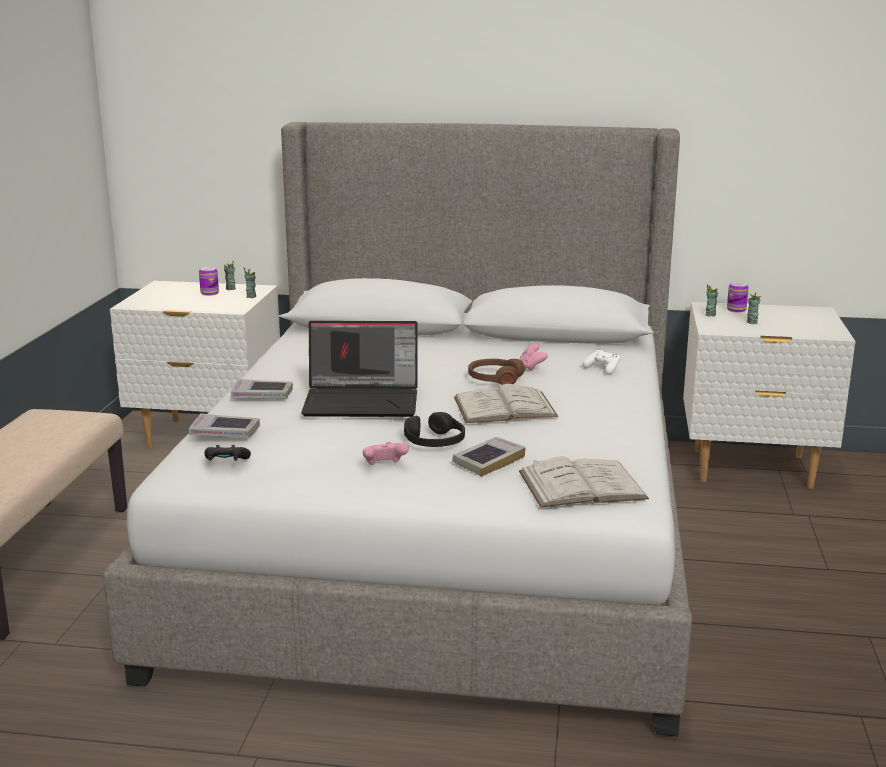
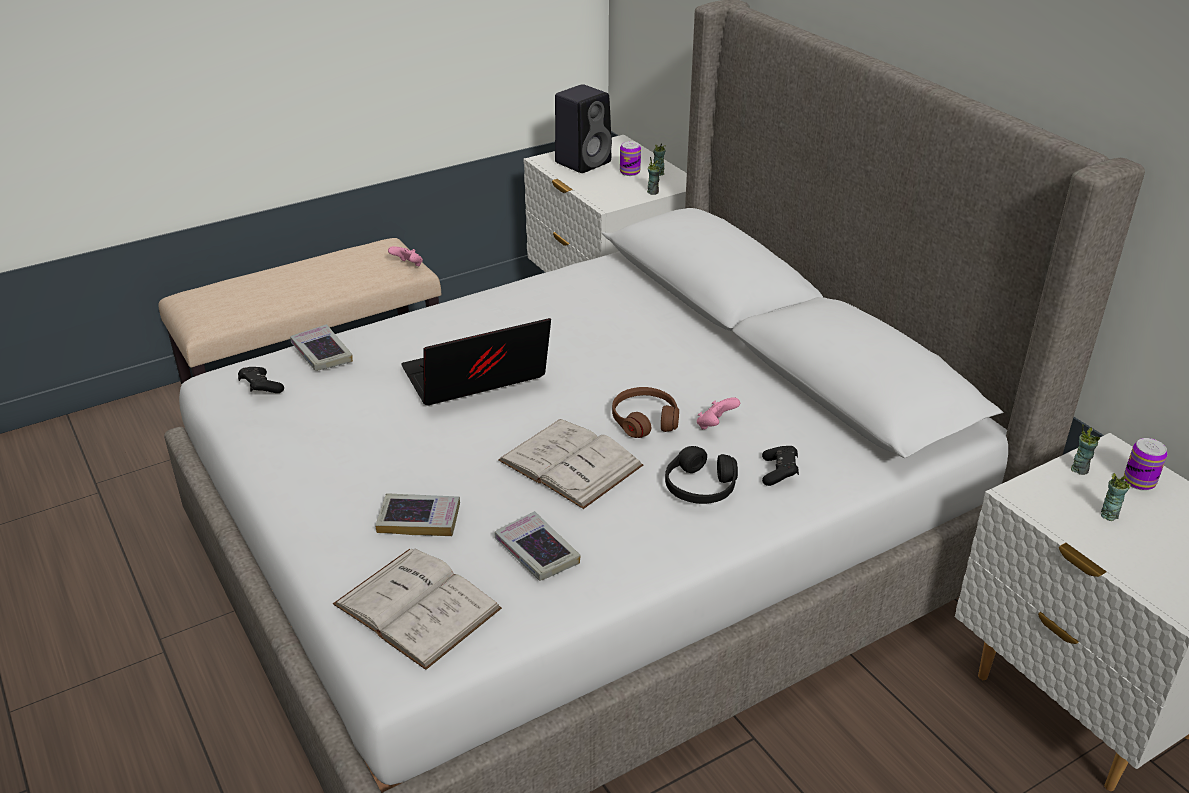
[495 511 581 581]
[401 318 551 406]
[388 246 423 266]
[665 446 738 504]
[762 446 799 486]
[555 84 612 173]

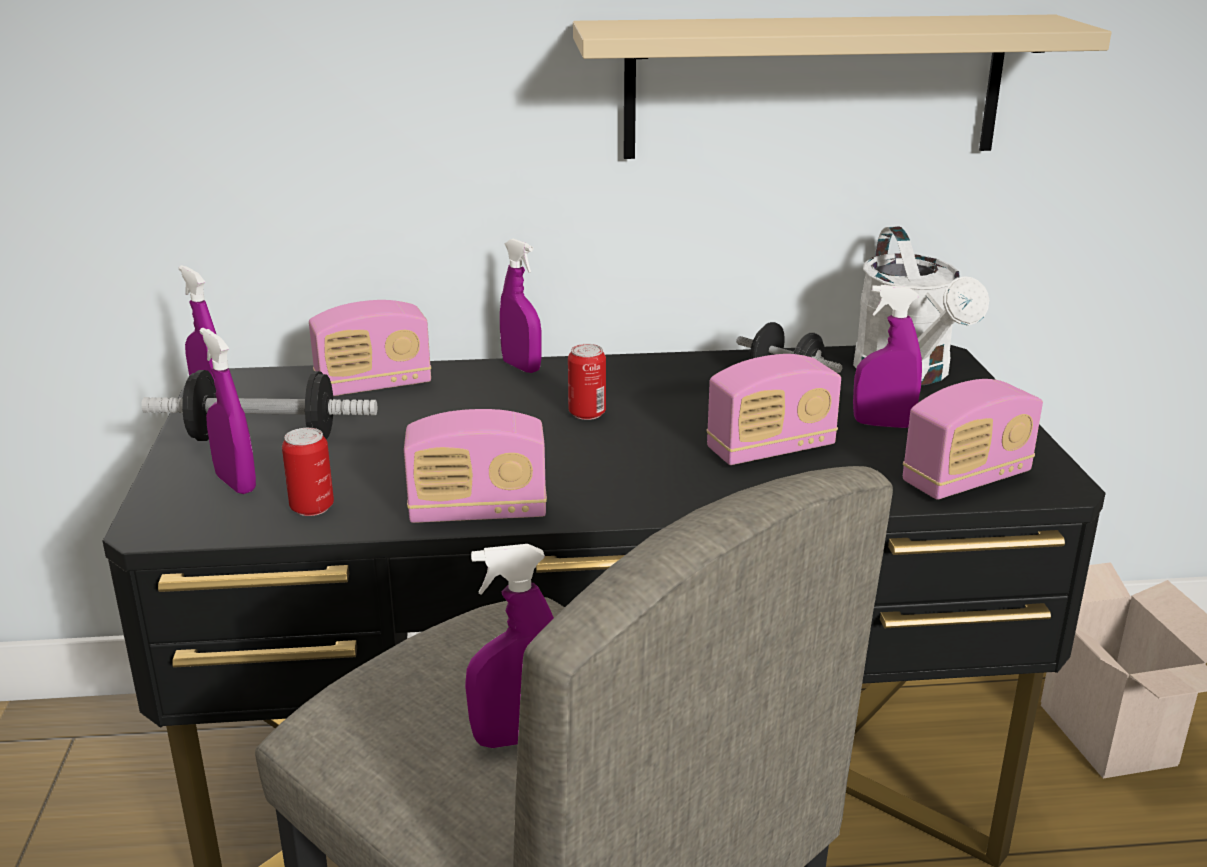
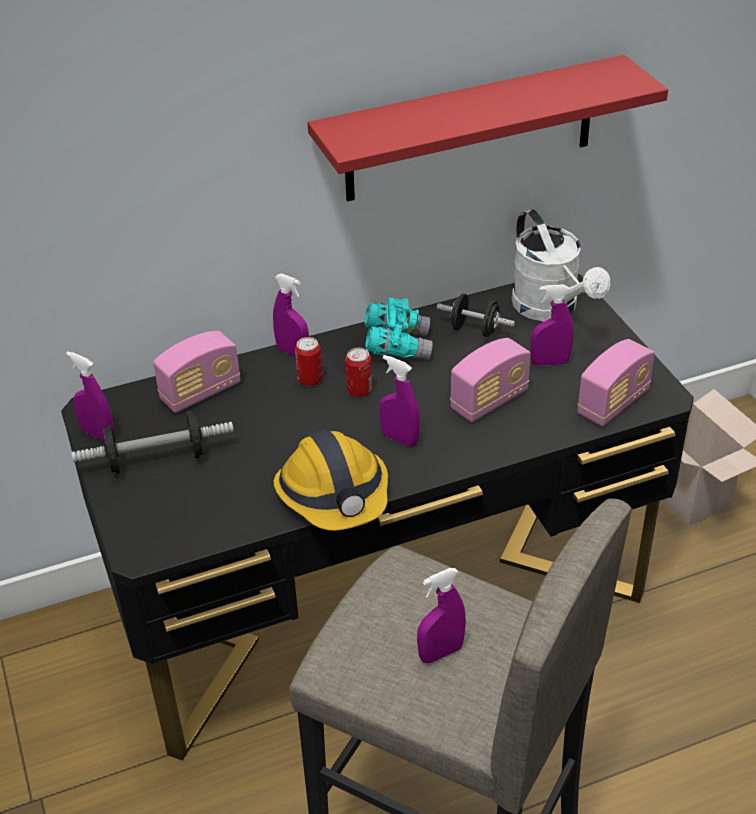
[380 355 420 447]
[295 337 323 386]
[274 430 388 531]
[308 55 668 201]
[364 298 433 360]

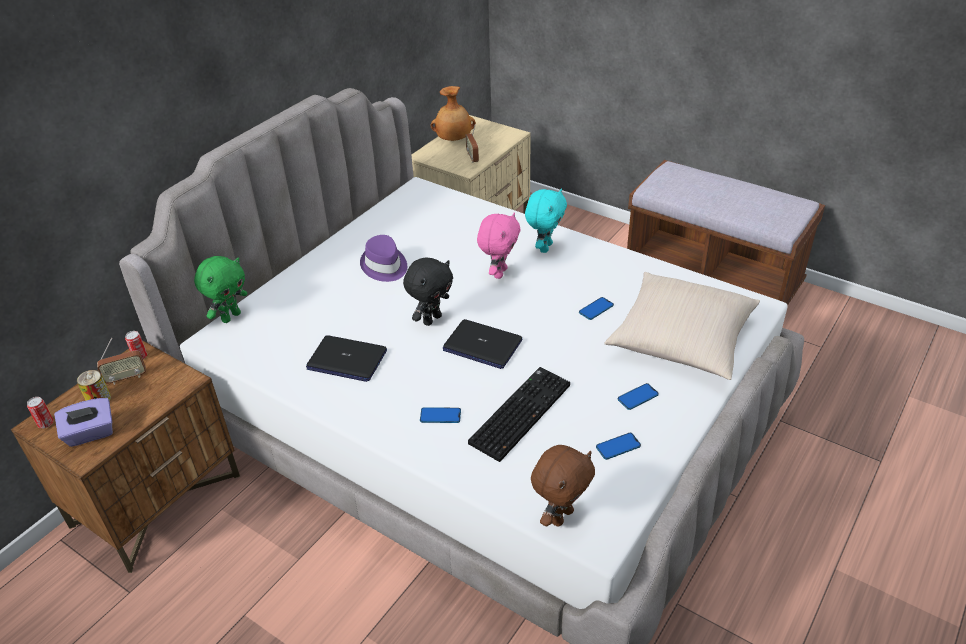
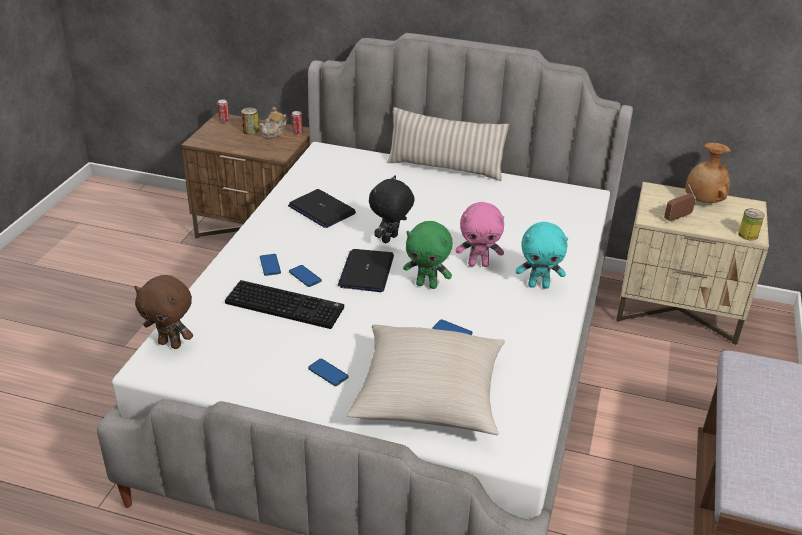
[54 398 113 447] (first image)
[259 107 287 139]
[403 221 453 289]
[288 189 356 228]
[360 235 407 282] (first image)
[369 175 415 243]
[289 265 322 287]
[387 107 509 181]
[738 209 765 240]

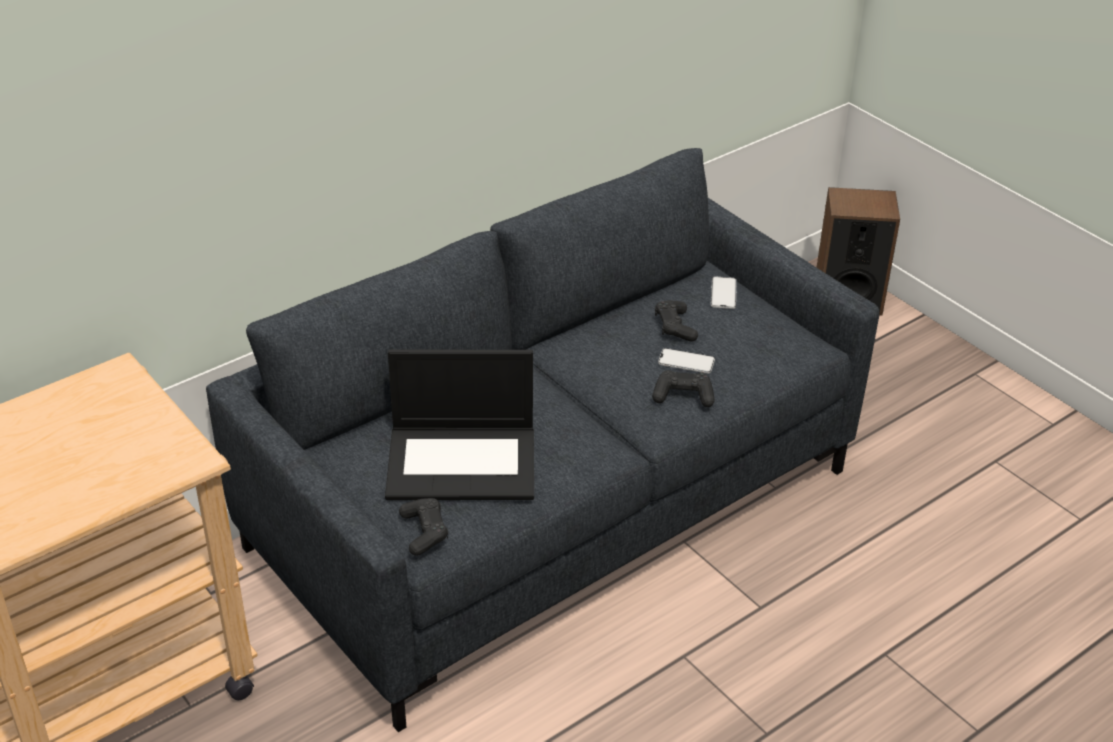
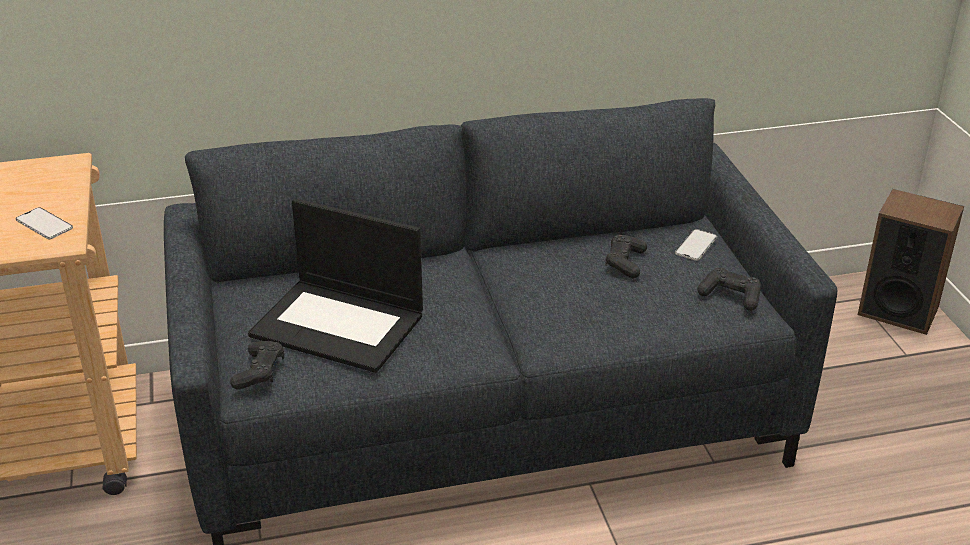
[697 268 761 311]
[16 207 73 239]

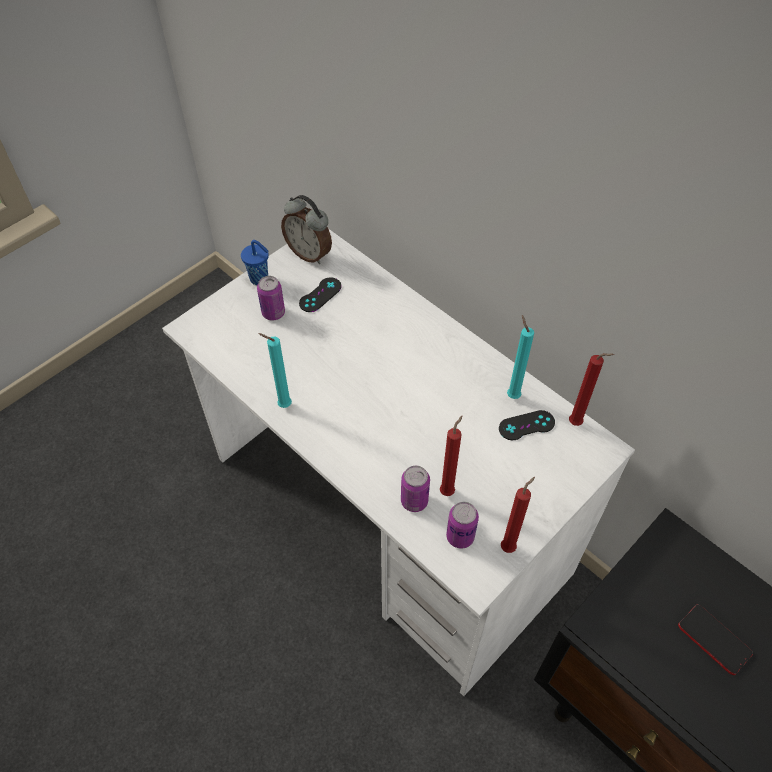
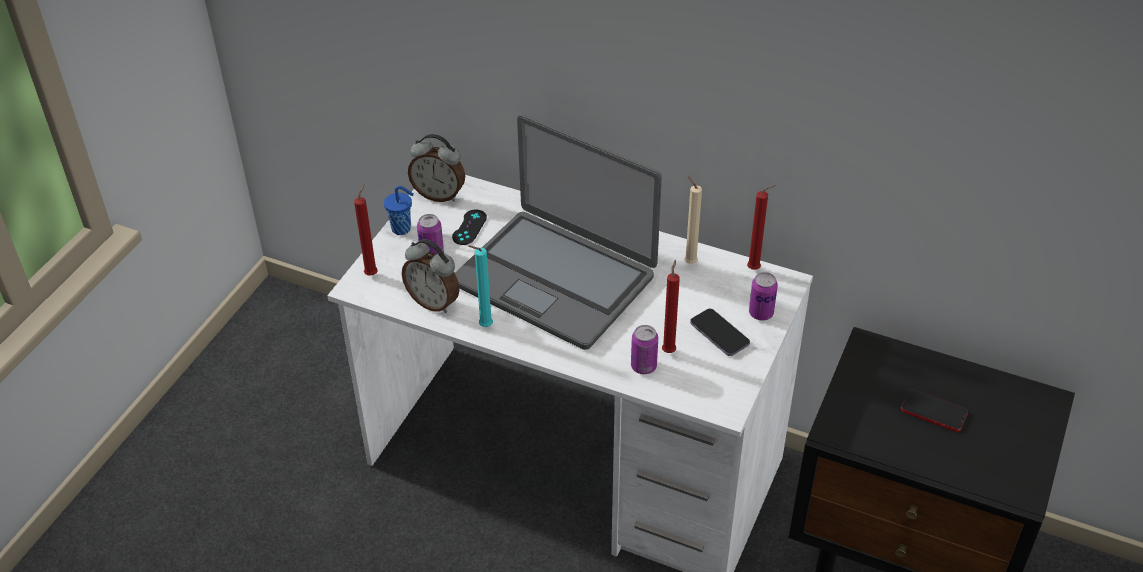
[749 272 778 320]
[499 410 555 440] (first image)
[354 185 378 276]
[684 175 702 264]
[402 239 460 313]
[455 115 662 350]
[690 309 750 356]

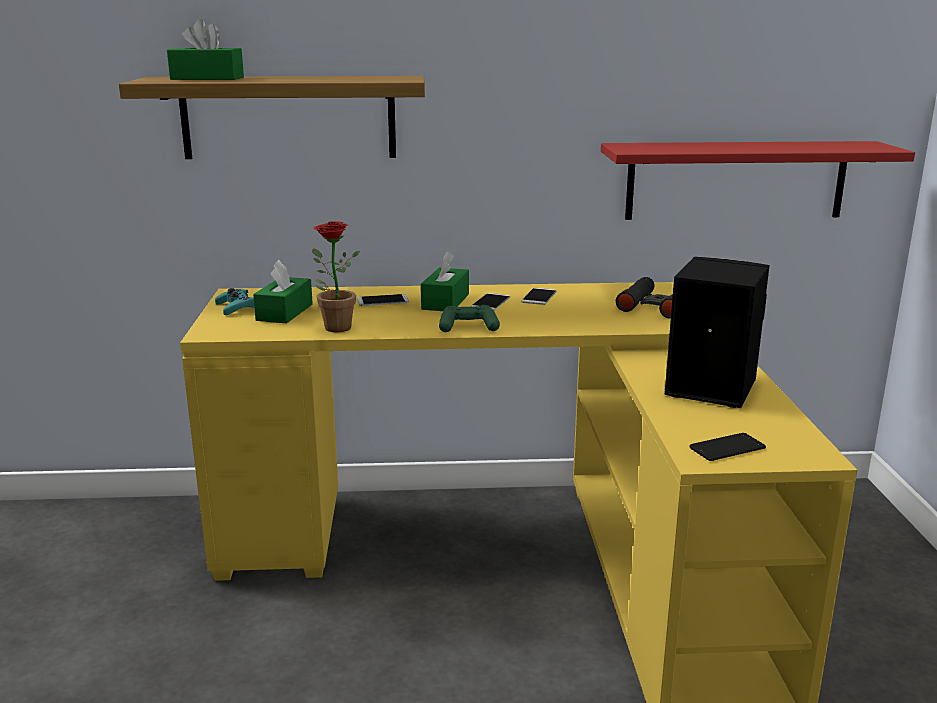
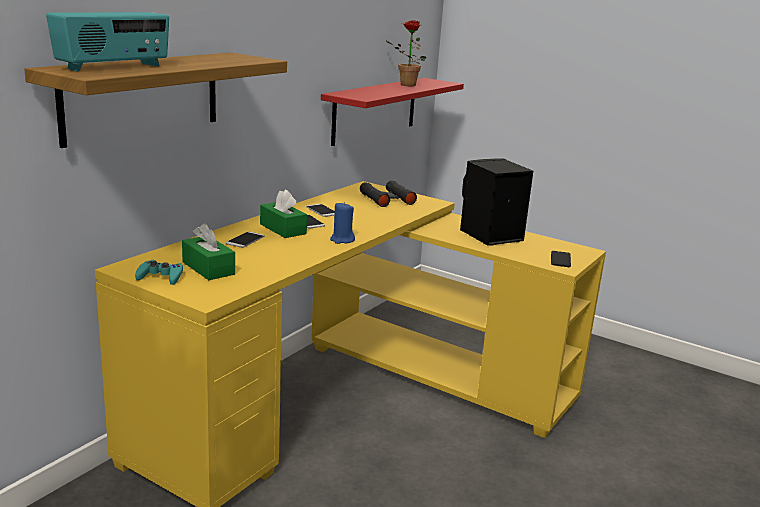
[46 12 169 72]
[385 20 426 86]
[330 202 355 244]

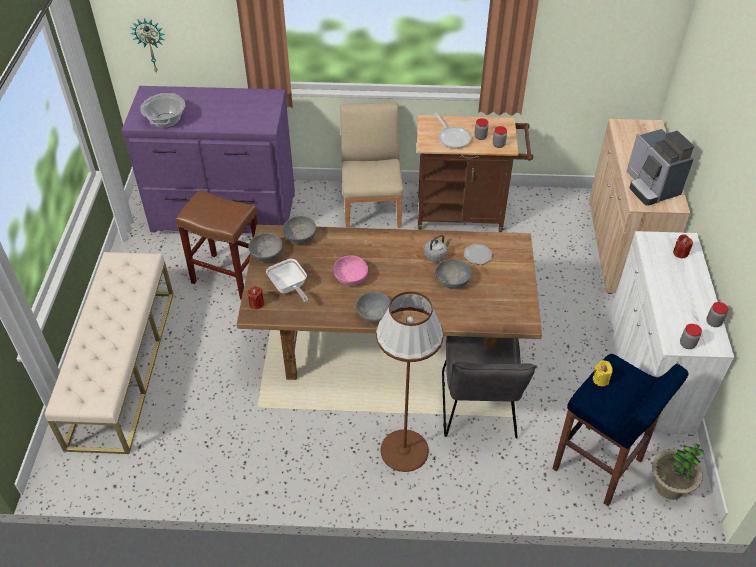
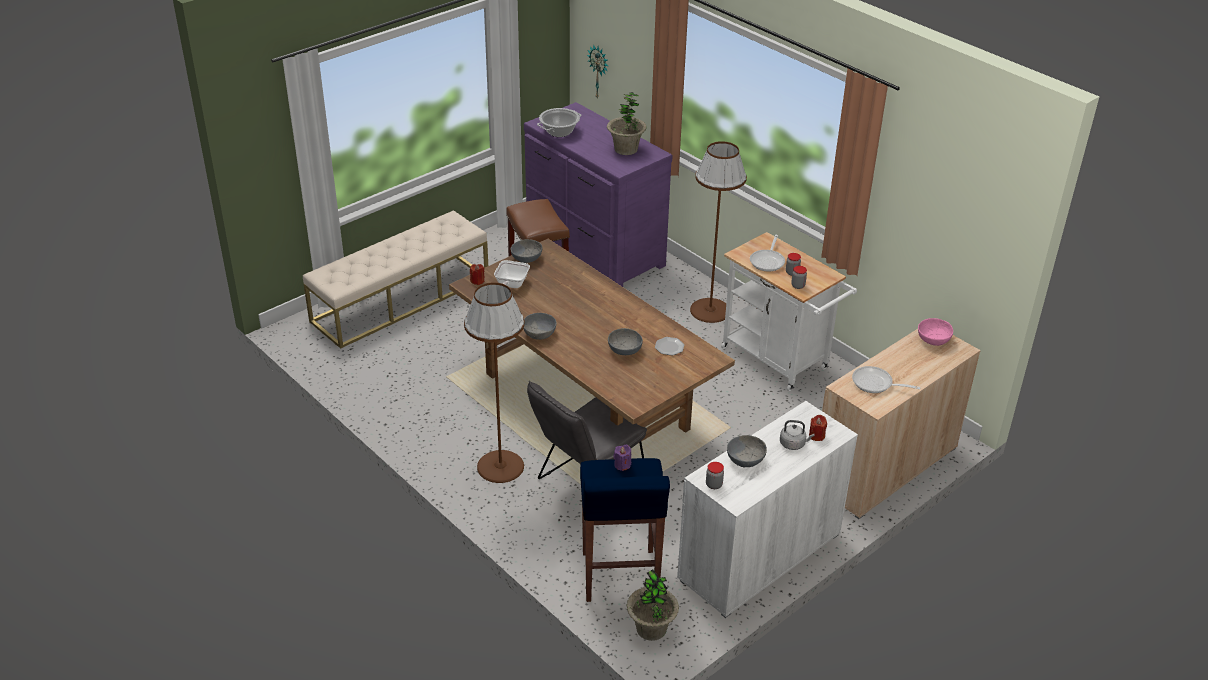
[727 435 767 467]
[918 318 953 346]
[690 141 747 323]
[721 232 857 391]
[780 420 815 450]
[613 444 631 471]
[852 366 920 393]
[706 302 728 327] (first image)
[607 92 647 155]

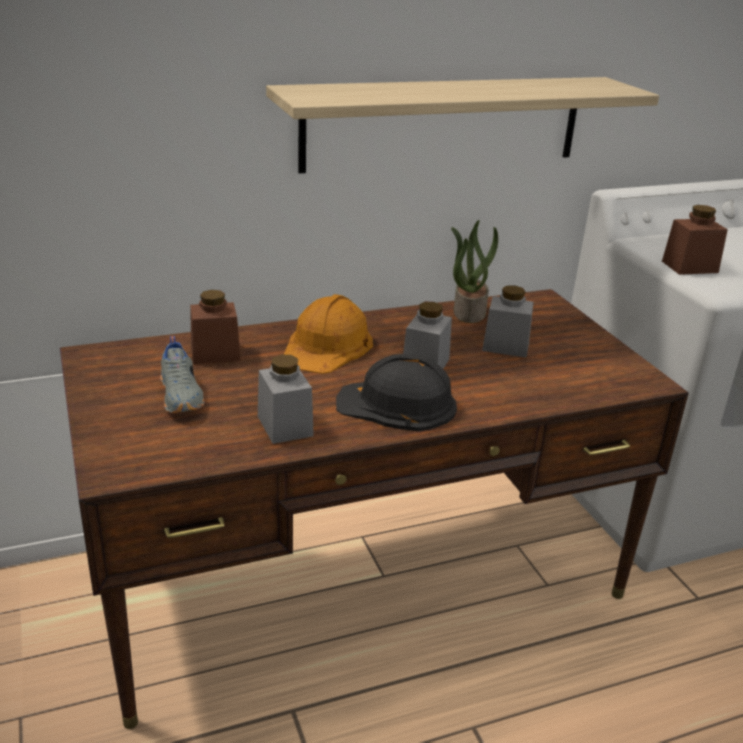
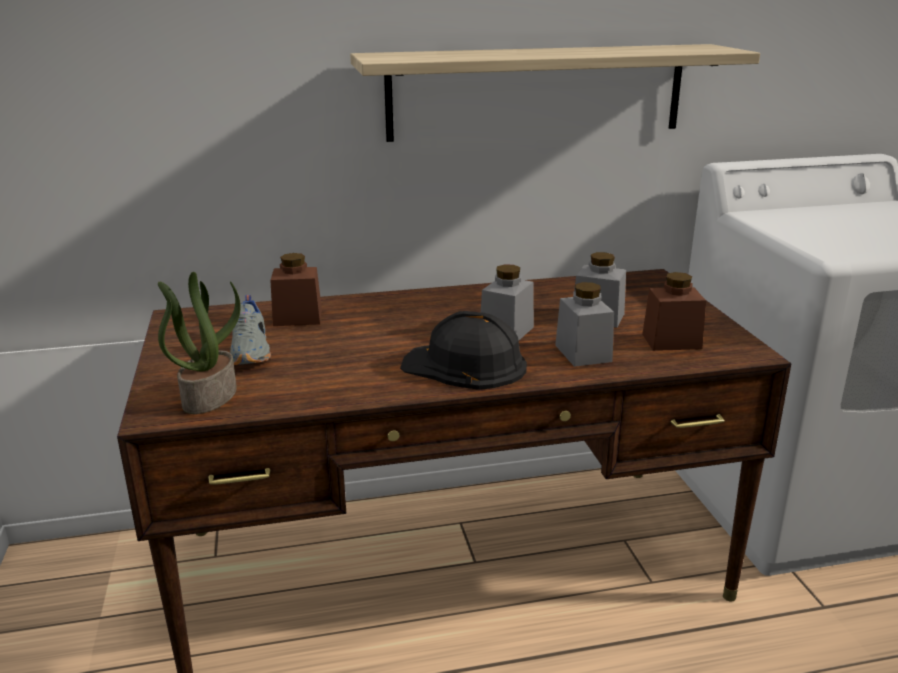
[555 282 614 367]
[283 294 373 374] (first image)
[158 272 241 414]
[642 272 706 351]

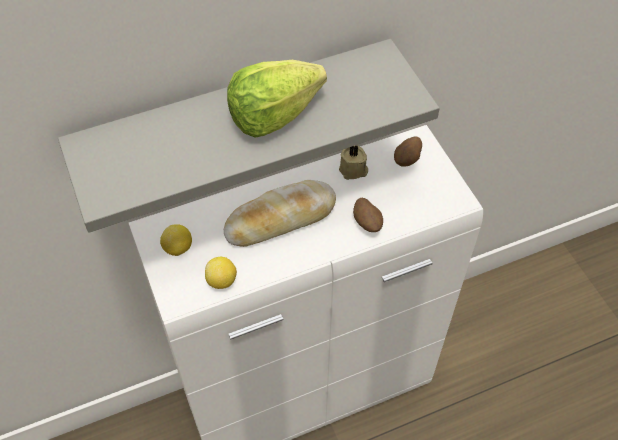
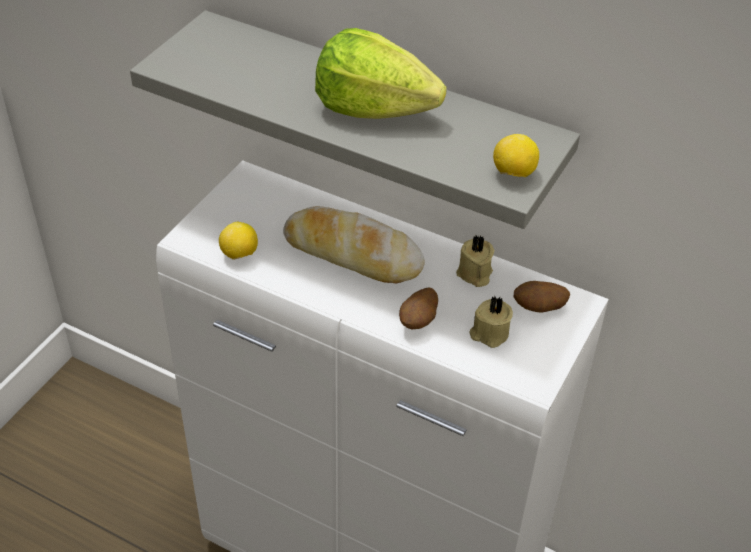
[493 134 539 178]
[470 296 513 348]

